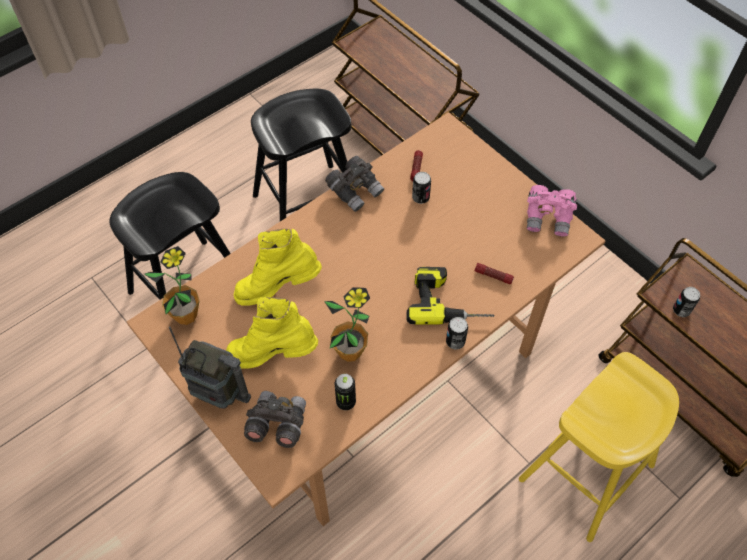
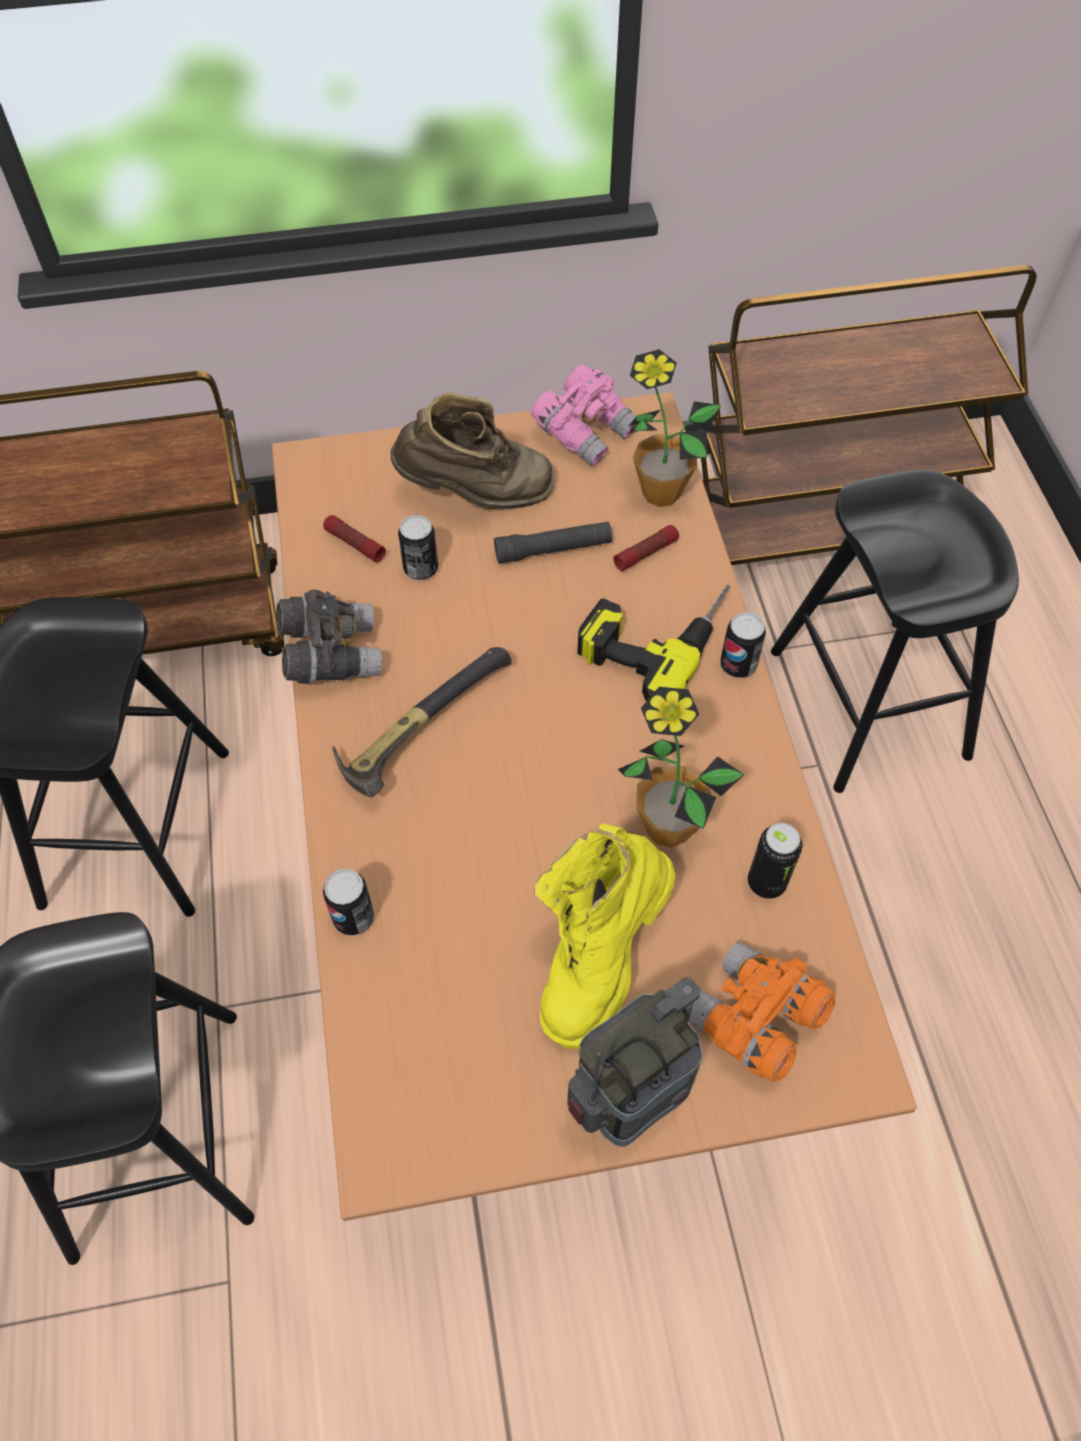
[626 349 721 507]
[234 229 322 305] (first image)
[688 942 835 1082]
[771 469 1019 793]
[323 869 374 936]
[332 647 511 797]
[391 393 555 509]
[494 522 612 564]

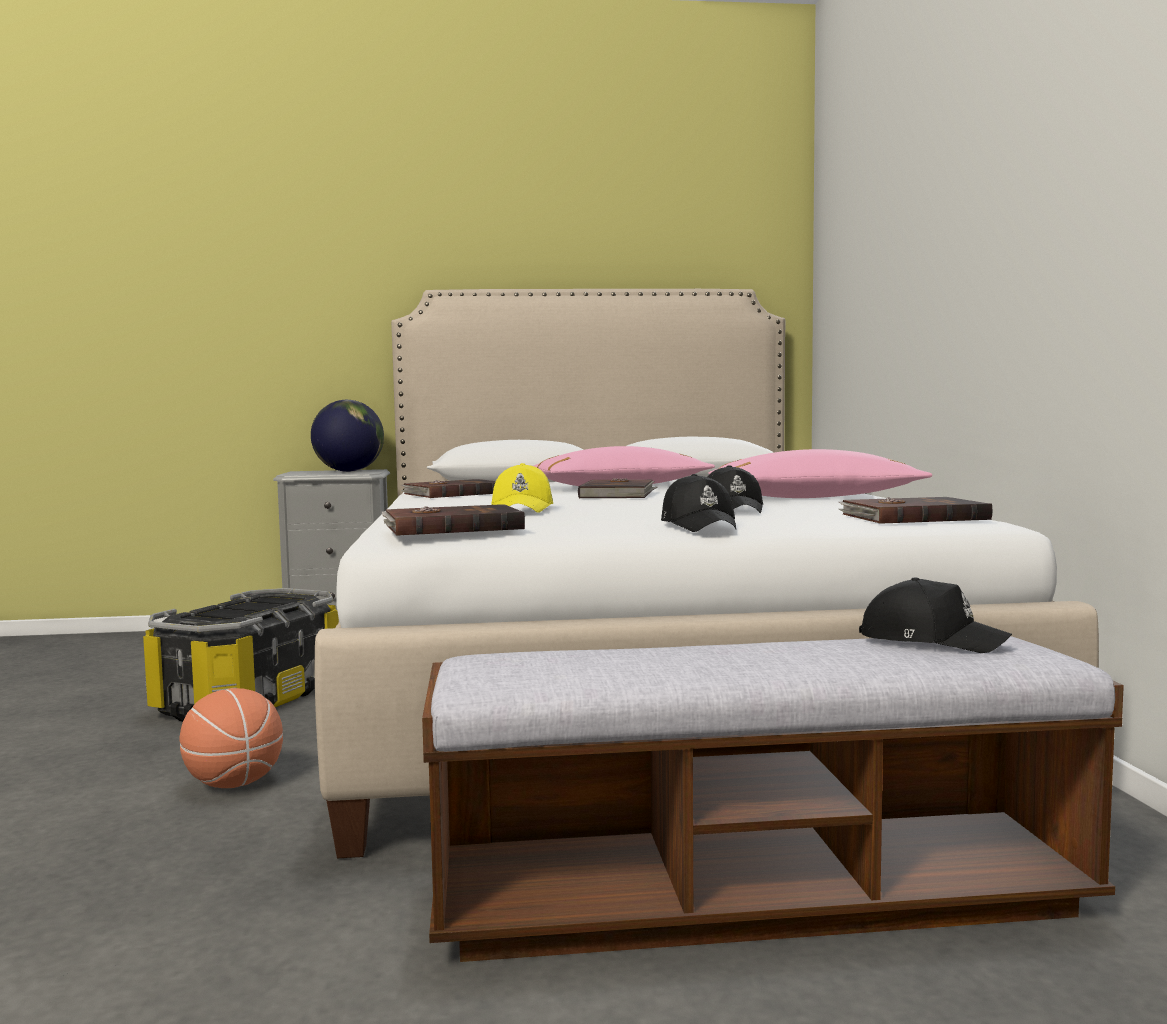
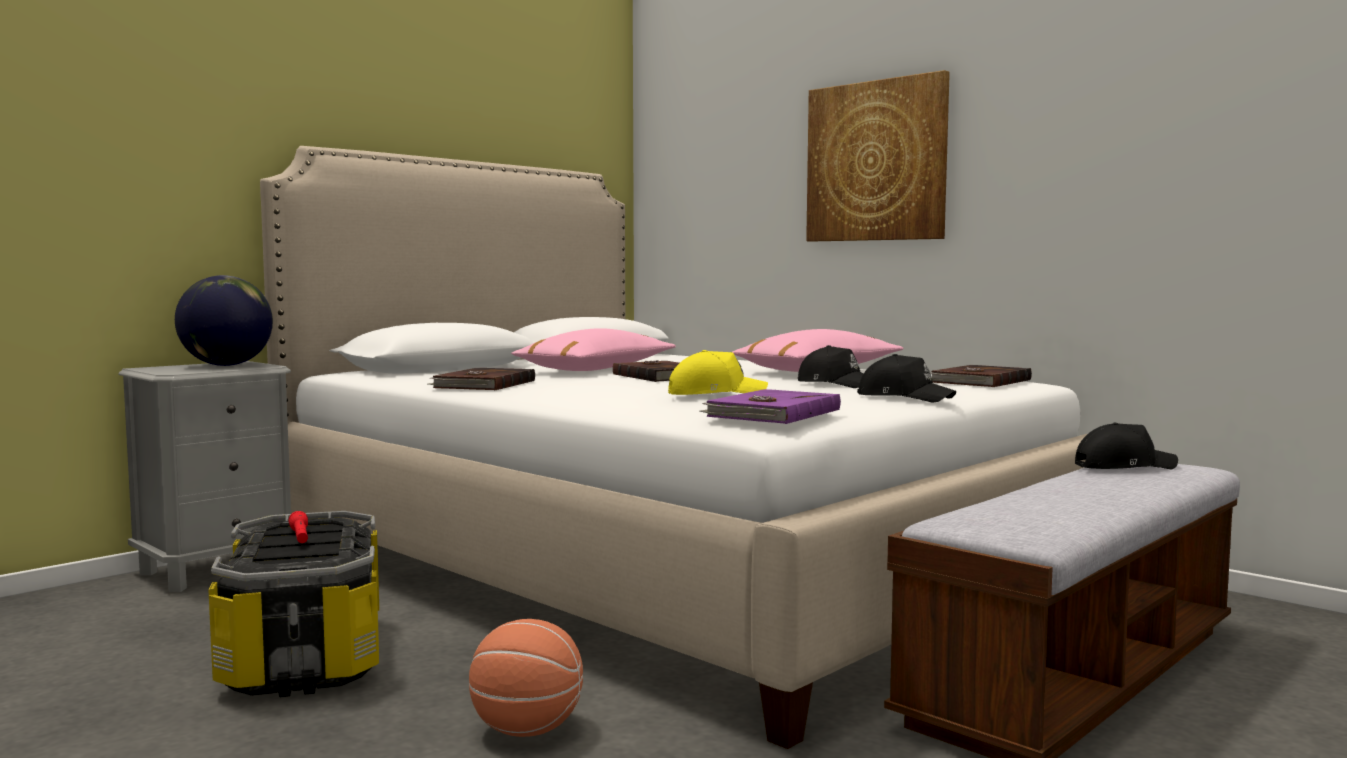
[699 389 841 424]
[668 350 768 395]
[288 511 308 543]
[806 70 950 242]

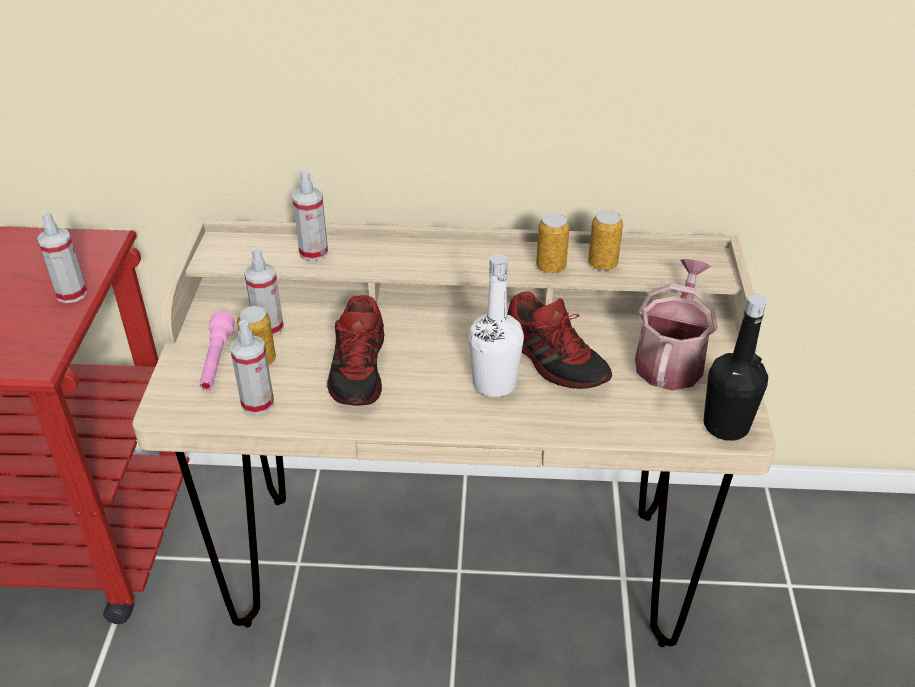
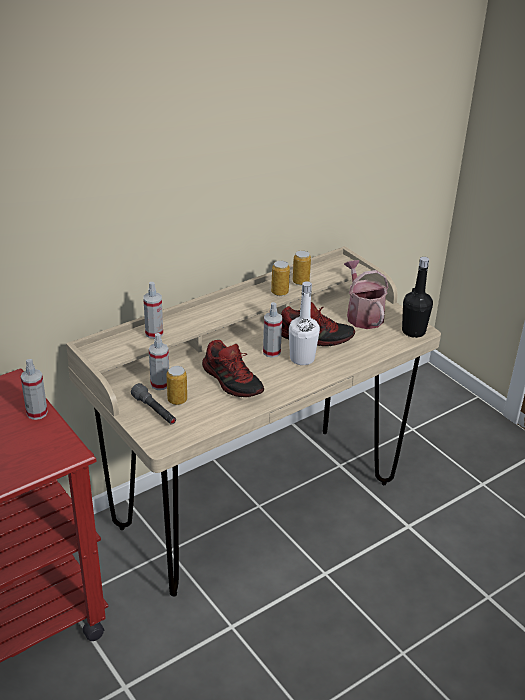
[131 383 176 425]
[263 302 282 358]

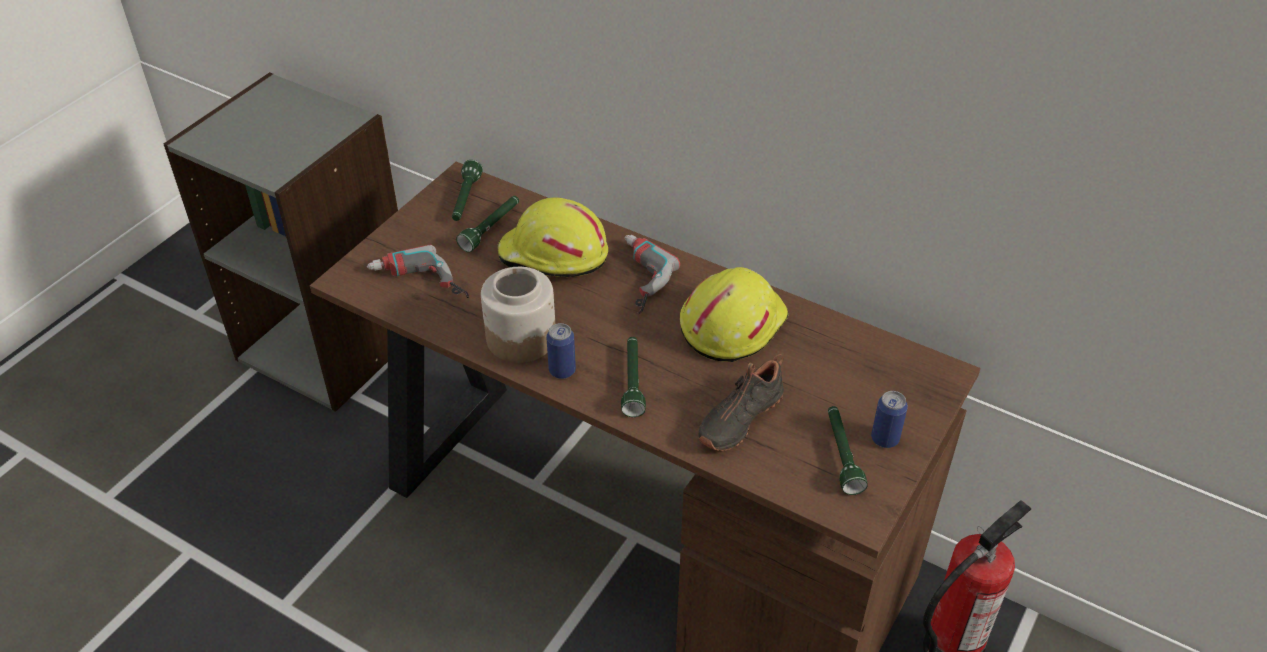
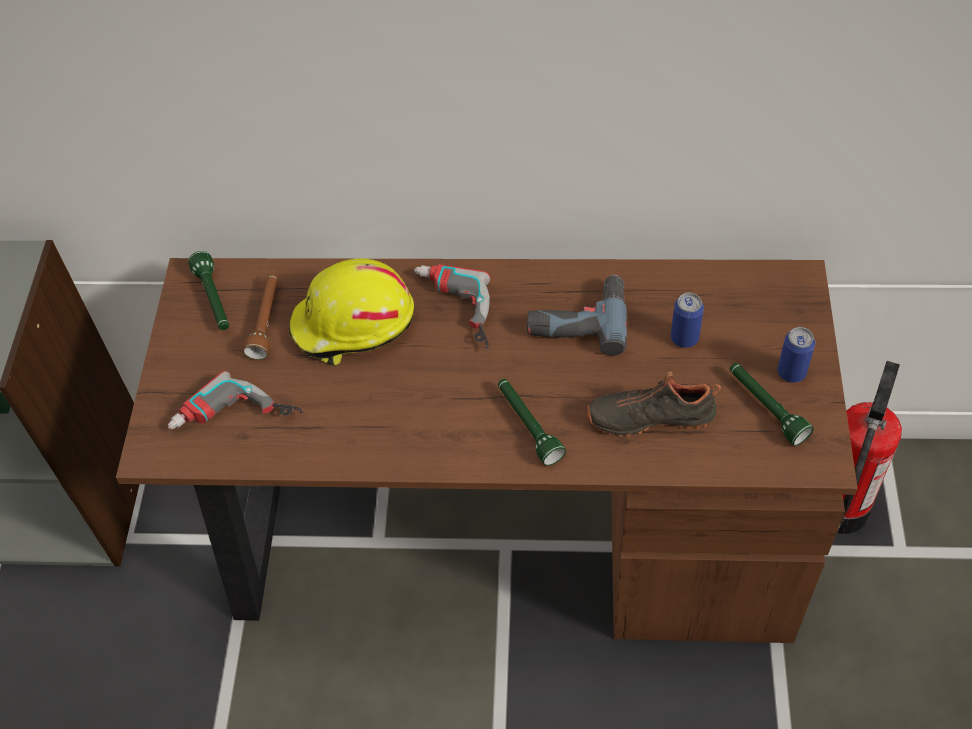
[243 274 278 360]
[481 267 555 363] (first image)
[671 293 704 348]
[527 275 627 355]
[587 372 721 436]

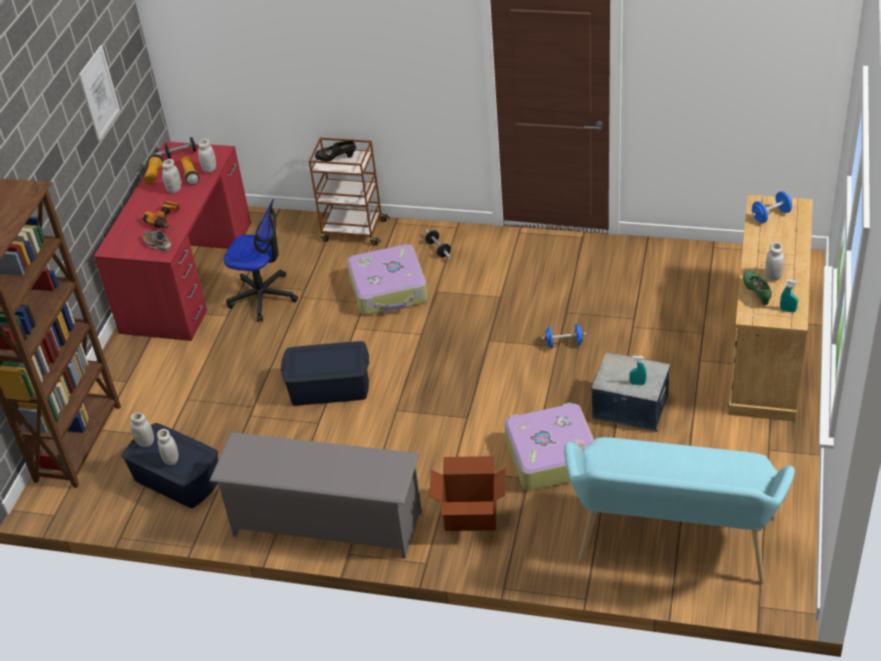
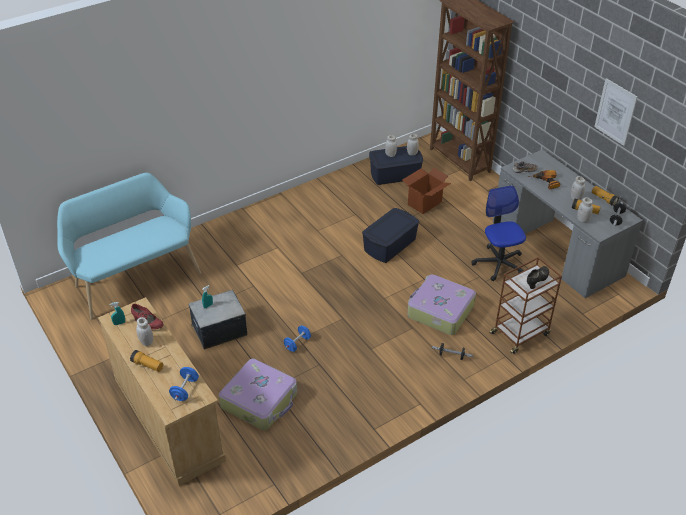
[493 150 643 298]
[209 432 422 559] (first image)
[471 185 526 281]
[402 167 451 214]
[219 359 297 430]
[131 304 164 329]
[130 350 163 372]

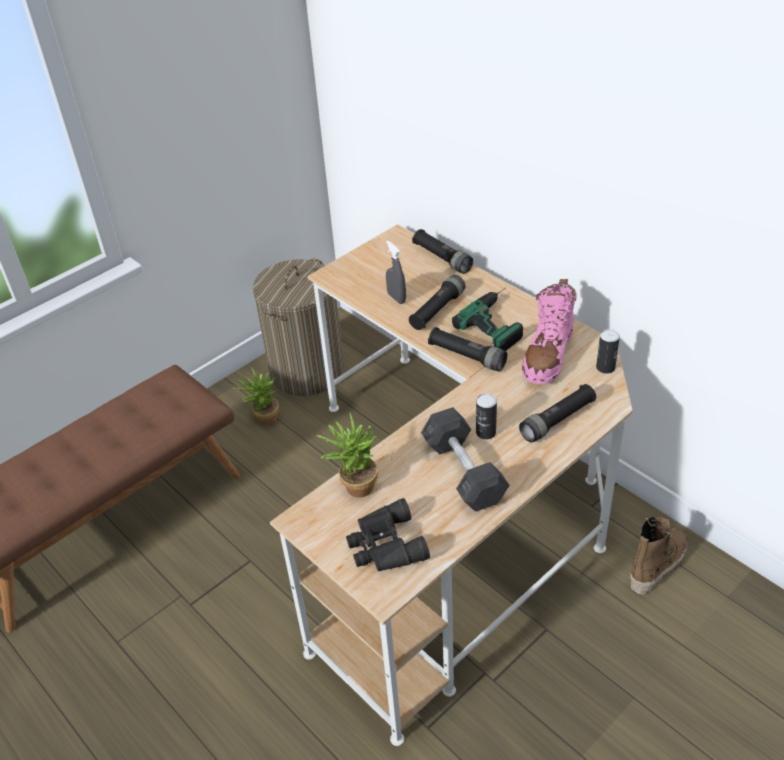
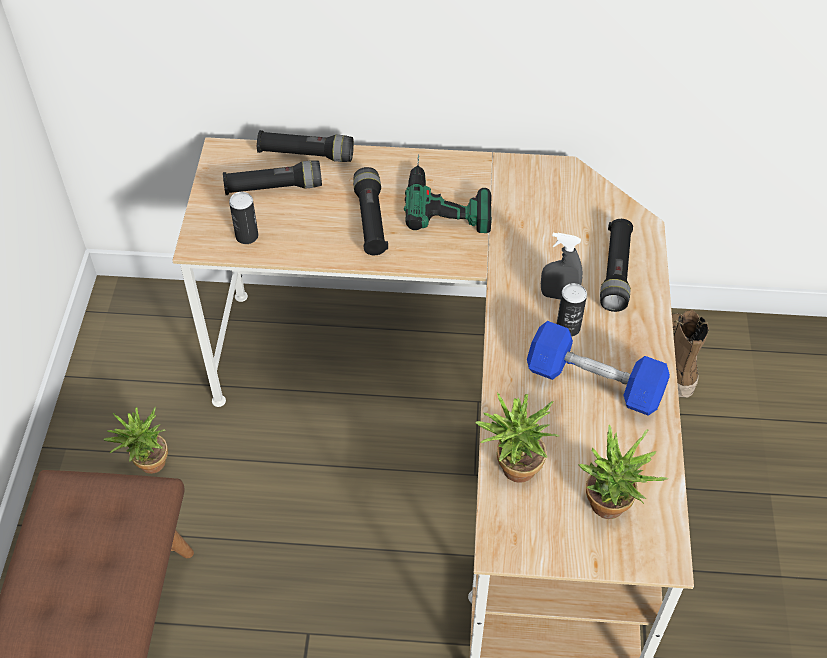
[253 259 344 396] (first image)
[578 425 668 519]
[541 233 583 299]
[527 321 670 416]
[223 160 322 195]
[522 279 577 384] (first image)
[229 192 258 244]

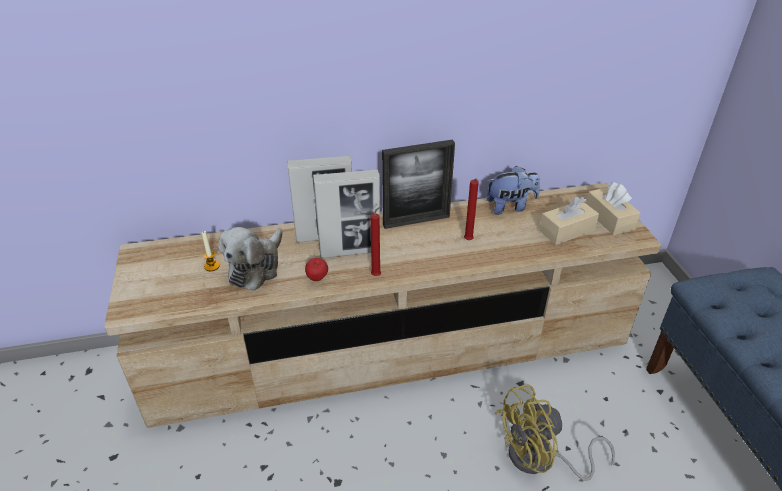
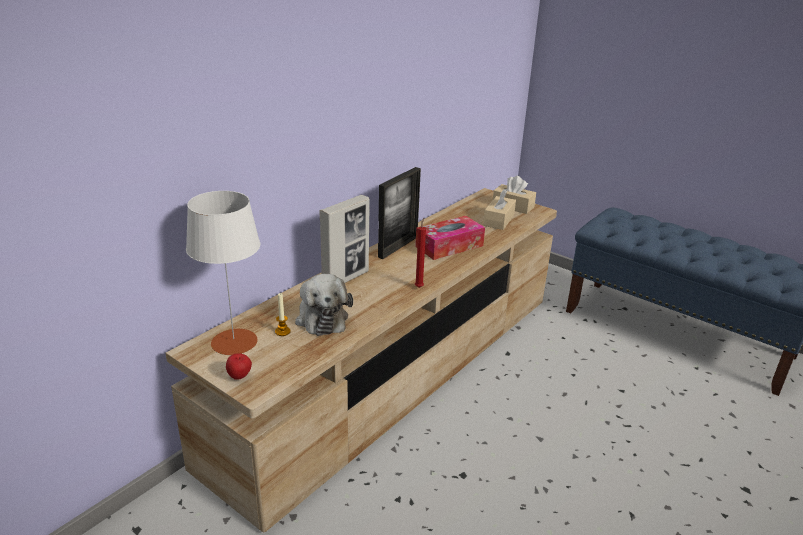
[226 353 252 380]
[313 169 380 258] (first image)
[415 216 485 260]
[486 166 540 215] (first image)
[495 384 615 481] (first image)
[186 191 260 355]

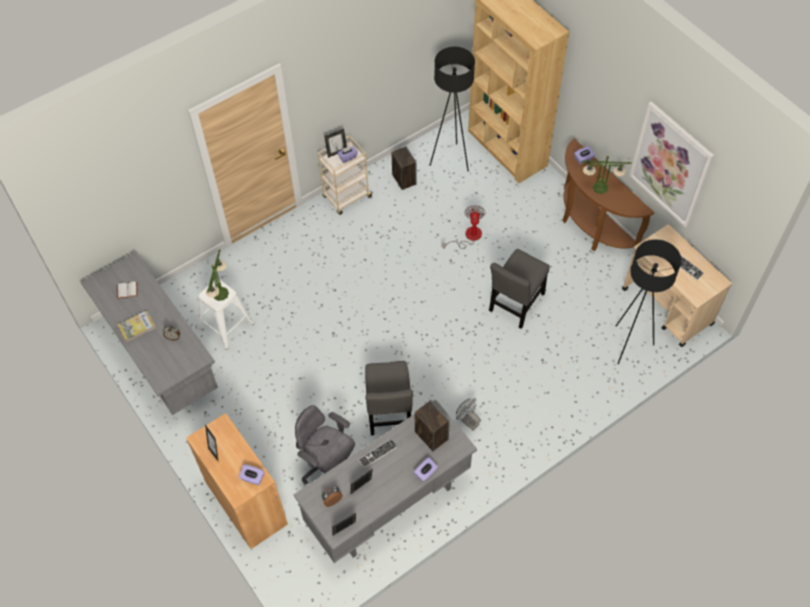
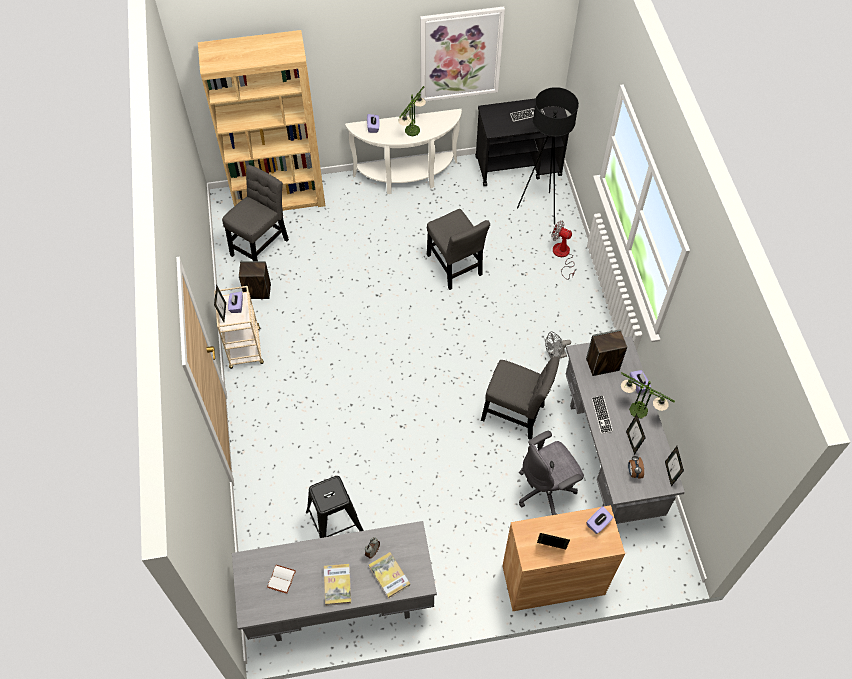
[306 476 364 538]
[621 372 675 418]
[222 165 289 261]
[552 220 575 280]
[345 109 462 194]
[475 98 569 186]
[369 552 410 599]

